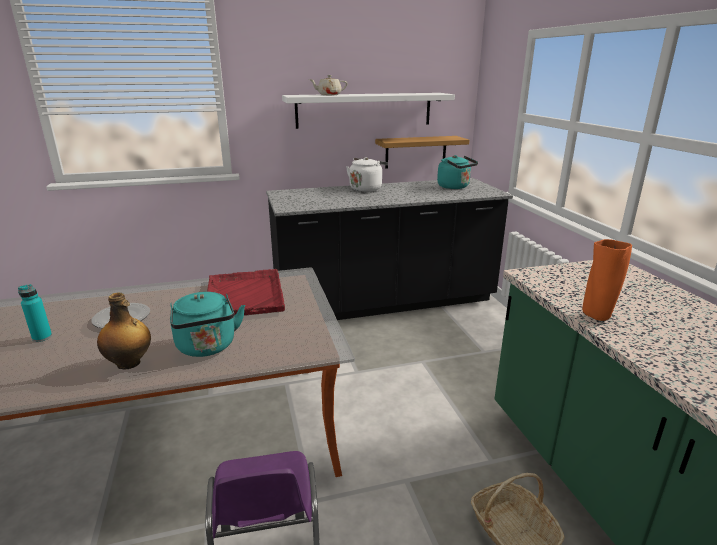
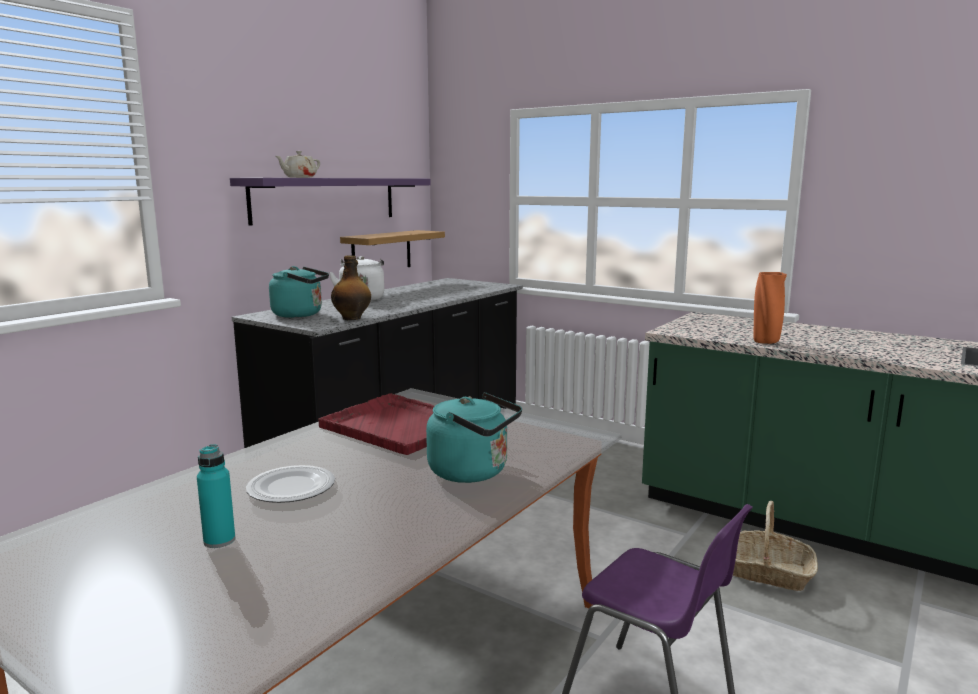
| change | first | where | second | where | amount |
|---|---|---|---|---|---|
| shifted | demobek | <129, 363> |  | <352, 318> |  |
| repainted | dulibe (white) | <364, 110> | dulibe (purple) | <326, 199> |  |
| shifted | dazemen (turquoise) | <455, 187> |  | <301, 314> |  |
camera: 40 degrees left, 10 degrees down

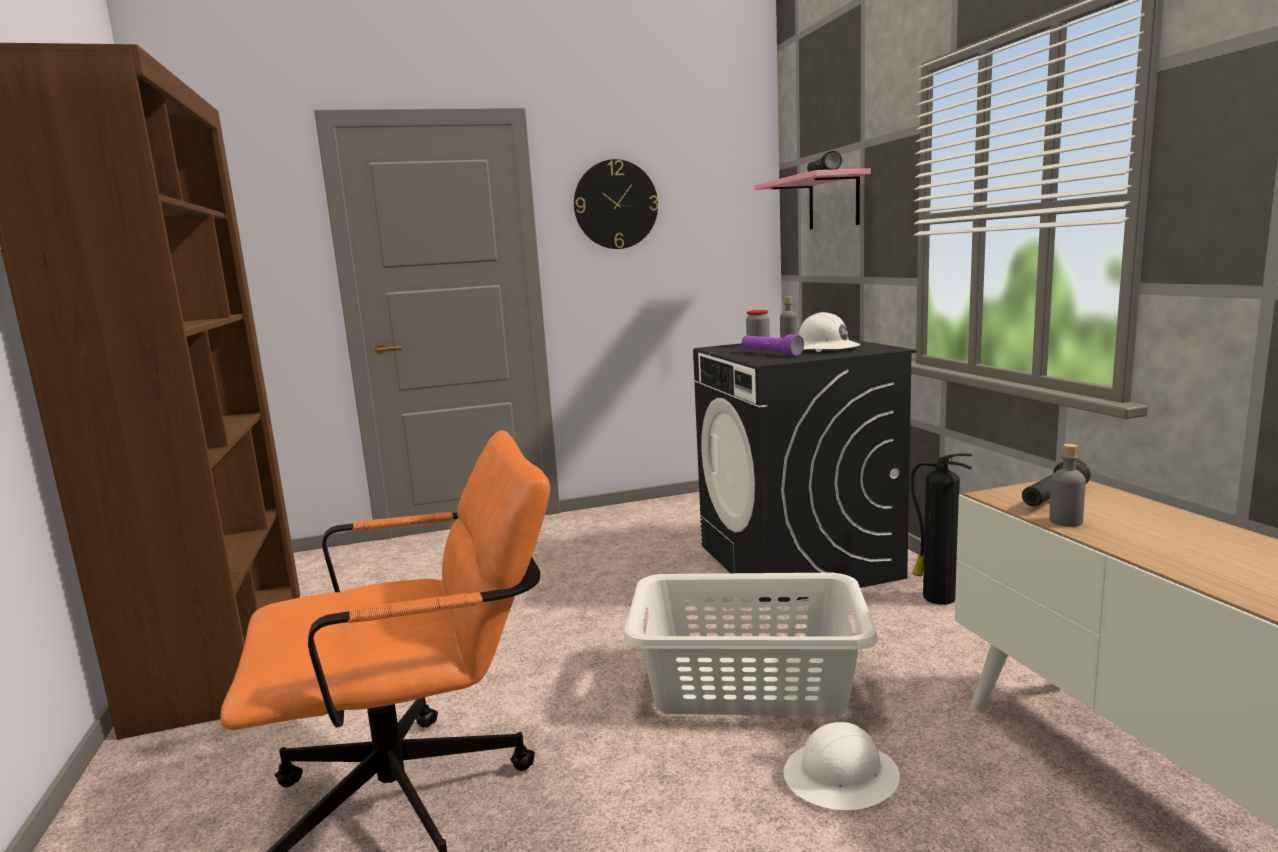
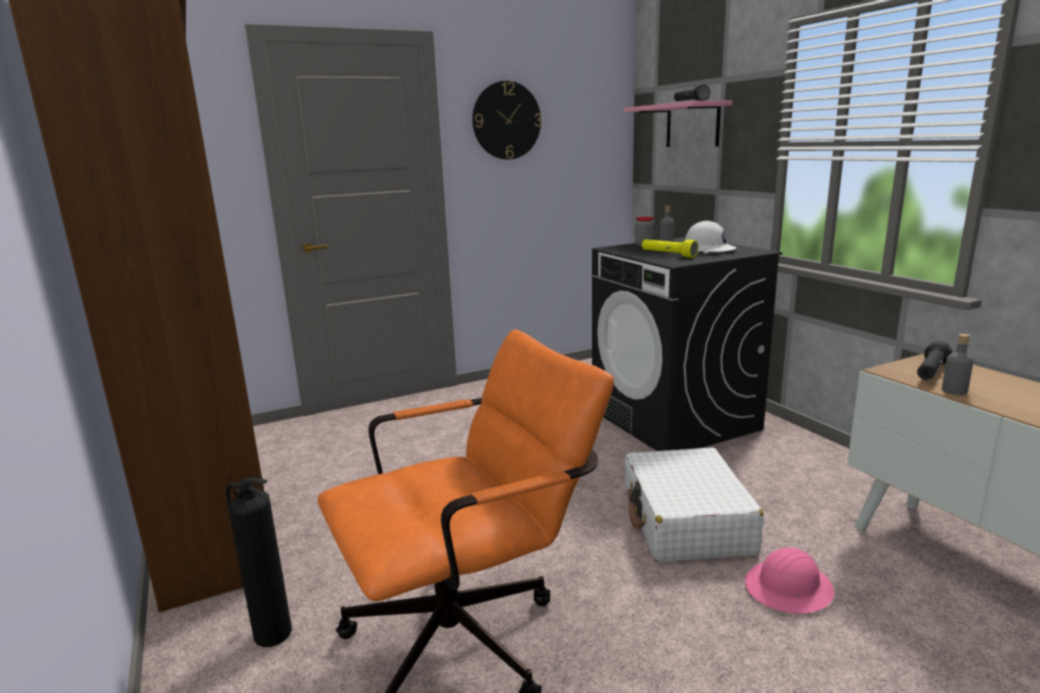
| change | first | where | second | where | amount |
|---|---|---|---|---|---|
| swapped | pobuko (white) | <750, 684> | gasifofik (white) | <686, 521> |  |
| repainted | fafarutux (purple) | <770, 354> | fafarutux (yellow) | <668, 255> |  |
| repainted | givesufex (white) | <841, 777> | givesufex (pink) | <789, 588> |  |
| shifted | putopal | <936, 597> |  | <271, 633> |  |
camera: 10 degrees left, 5 degrees up

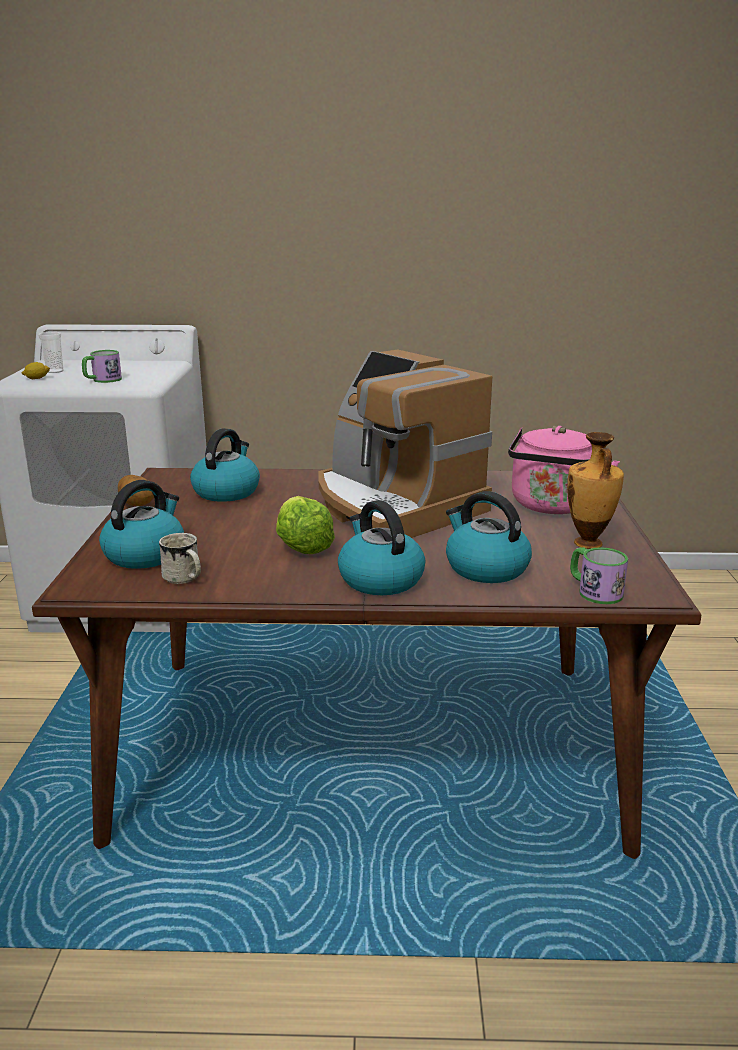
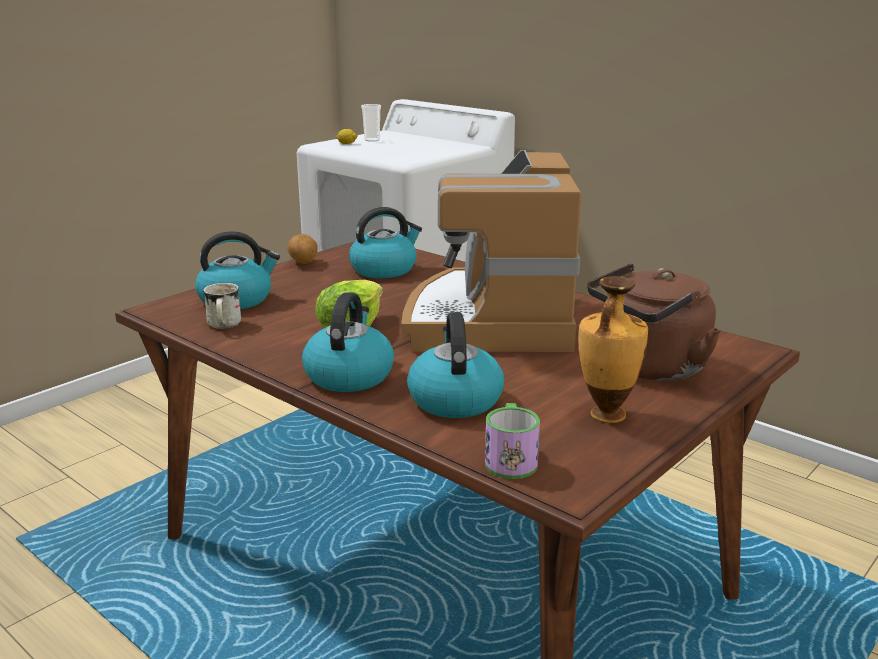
| change | first | where | second | where | amount |
|---|---|---|---|---|---|
| gone | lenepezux | <102, 380> |  |  |  |
| repainted | dazemen (pink) | <552, 507> | dazemen (brown) | <649, 368> |  |
camera: 40 degrees right, 0 degrees up

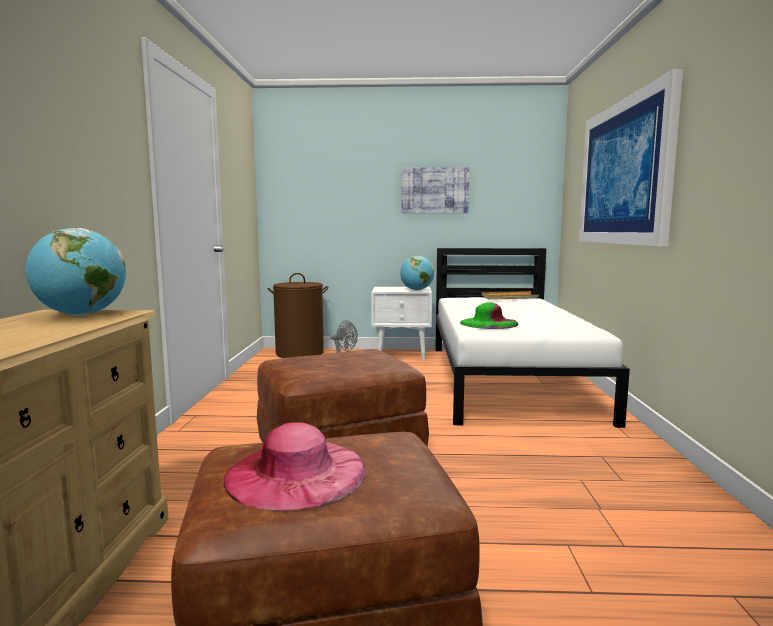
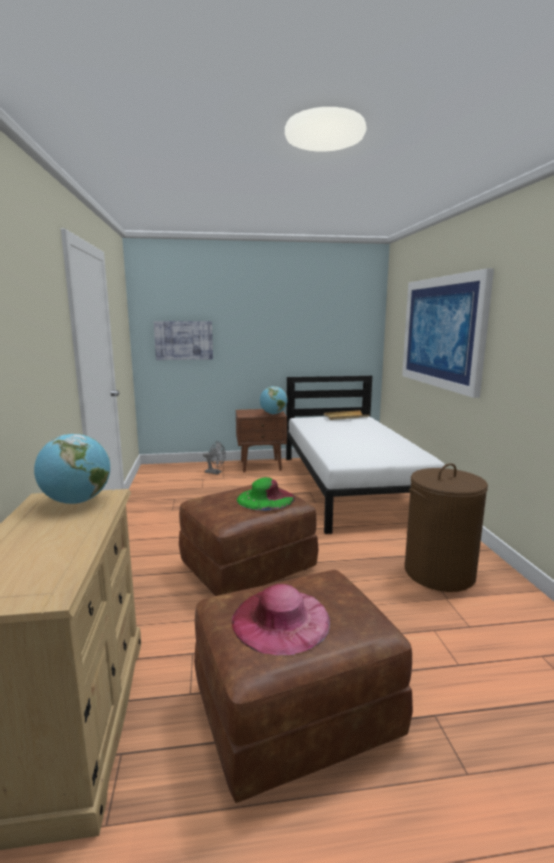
| change | first | where | second | where | amount |
|---|---|---|---|---|---|
| shifted | pobuko (brown) | <300, 353> |  | <439, 572> |  |
| repainted | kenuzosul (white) | <402, 355> | kenuzosul (brown) | <261, 465> |  |
| shifted | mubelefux | <434, 190> |  | <184, 340> |  |
| shifted | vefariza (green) | <488, 323> |  | <265, 498> |  |
camera: 10 degrees left, 5 degrees up

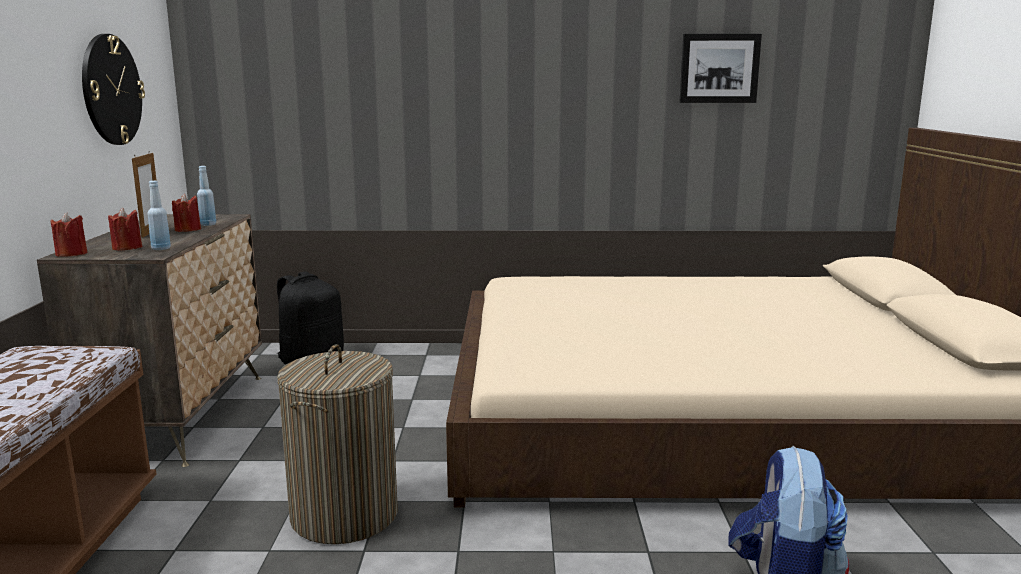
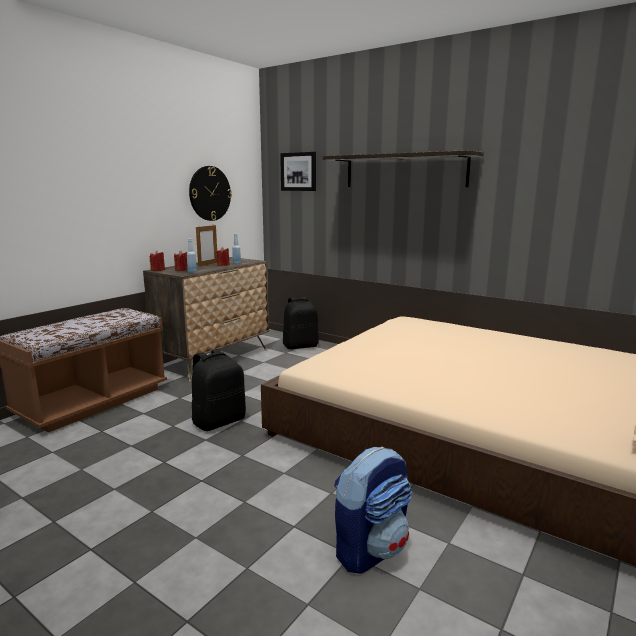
| change | first | where | second | where | amount |
|---|---|---|---|---|---|
| swapped | pobuko | <344, 514> | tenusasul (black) | <219, 421> |  |
| shifted | mubelefux | <719, 68> |  | <298, 171> |  |
| new |  |  | dulibe | <404, 171> |  |
camera: 35 degrees right, 0 degrees up

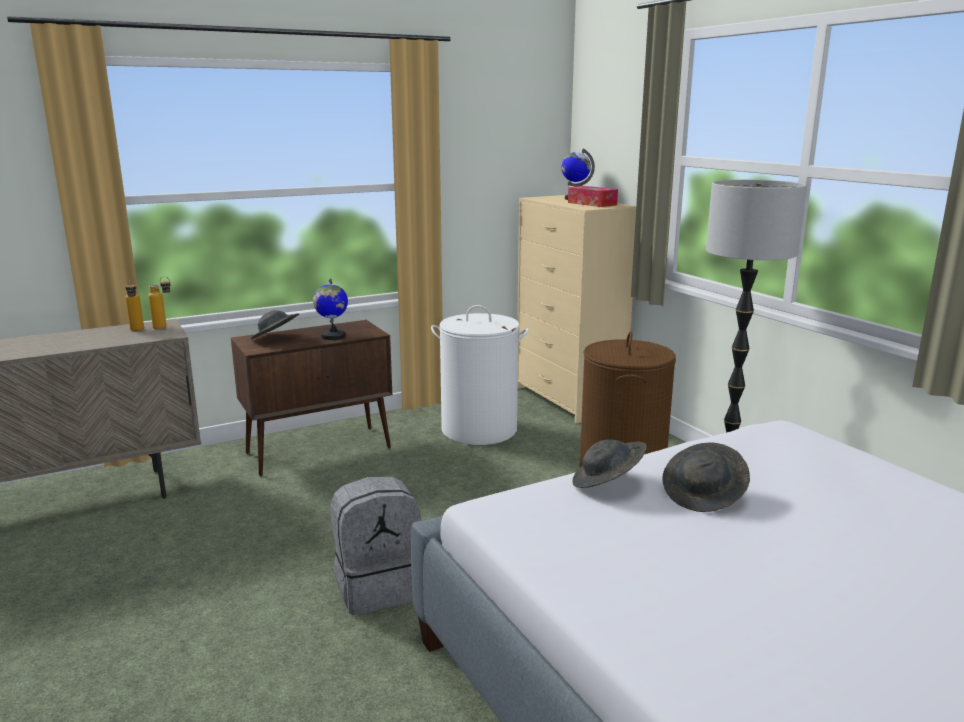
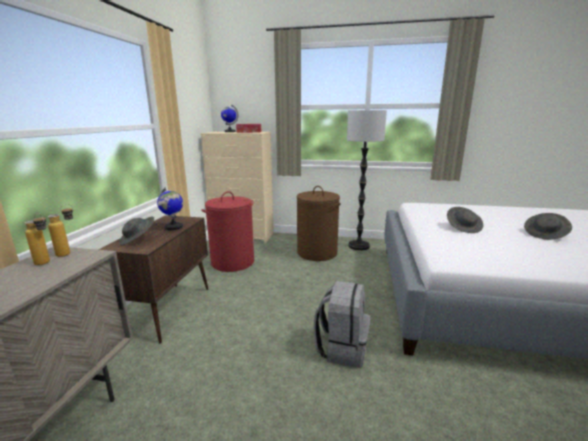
| change | first | where | second | where | amount |
|---|---|---|---|---|---|
| repainted | pobuko (white) | <479, 430> | pobuko (red) | <232, 262> |  |
| shifted | vefariza (grey) | <607, 483> |  | <545, 234> |  |
camera: 50 degrees left, 0 degrees up

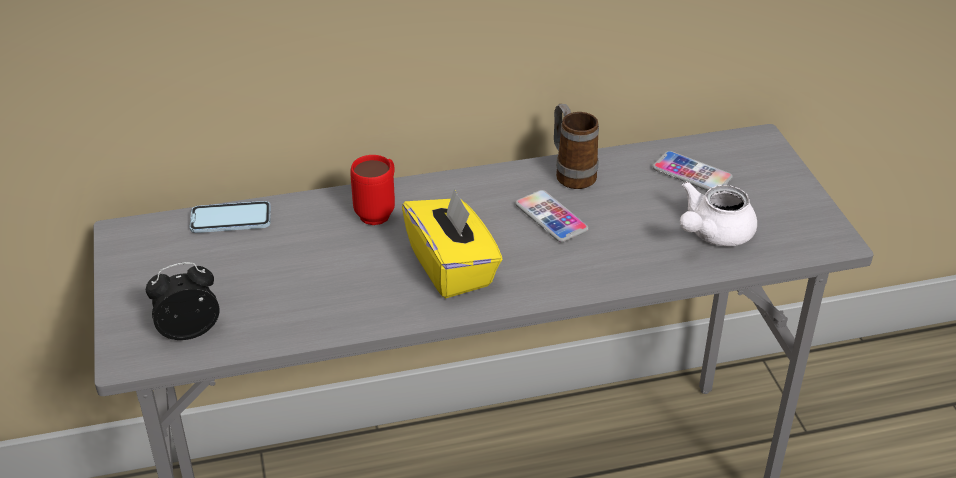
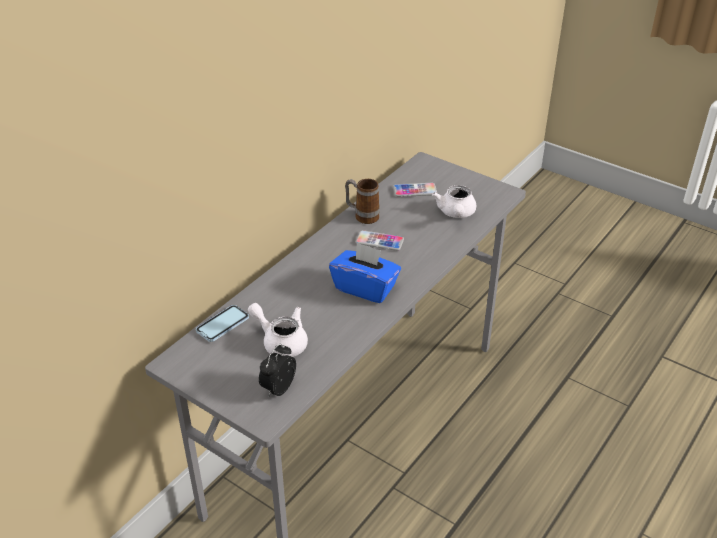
| change | first | where | second | where | amount |
|---|---|---|---|---|---|
| gone | lenepezux (red) | <379, 212> |  |  |  |
| repainted | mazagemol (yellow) | <452, 268> | mazagemol (blue) | <365, 288> |  |
| new |  |  | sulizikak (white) | <281, 341> |  |
camera: 40 degrees left, 0 degrees up

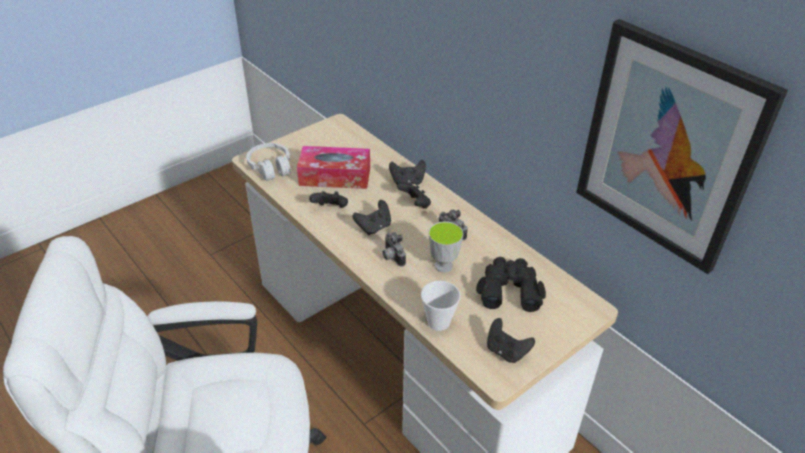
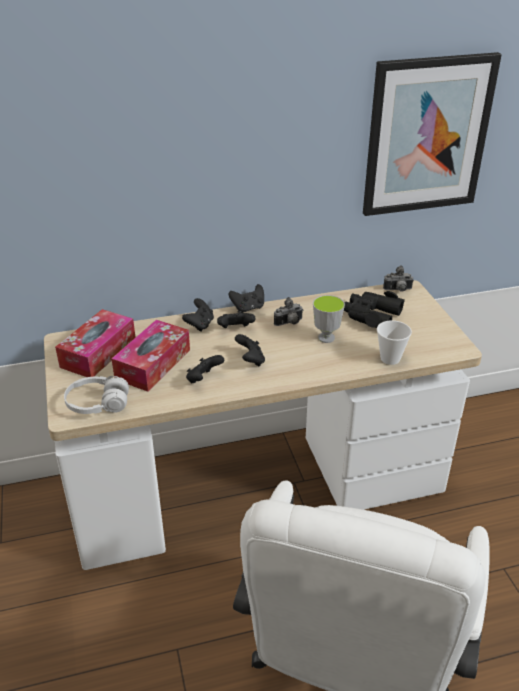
| change | first | where | second | where | amount |
|---|---|---|---|---|---|
| shifted | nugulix | <392, 257> |  | <398, 290> |  |
| shifted | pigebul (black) | <506, 351> |  | <248, 308> |  |
| new |  |  | mazagemol | <98, 352> |  |
camera: 65 degrees left, 5 degrees down

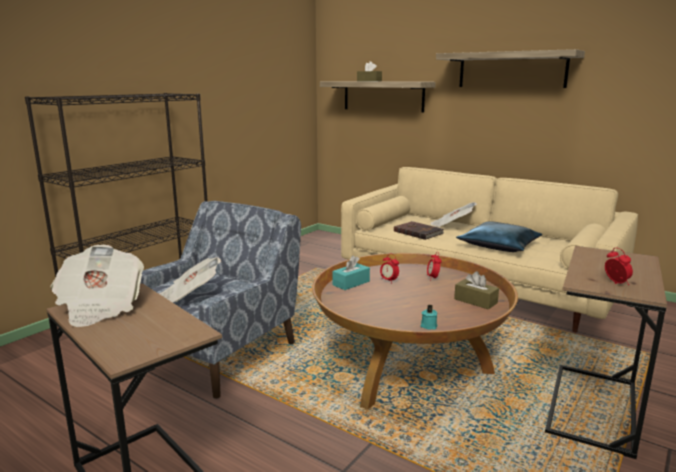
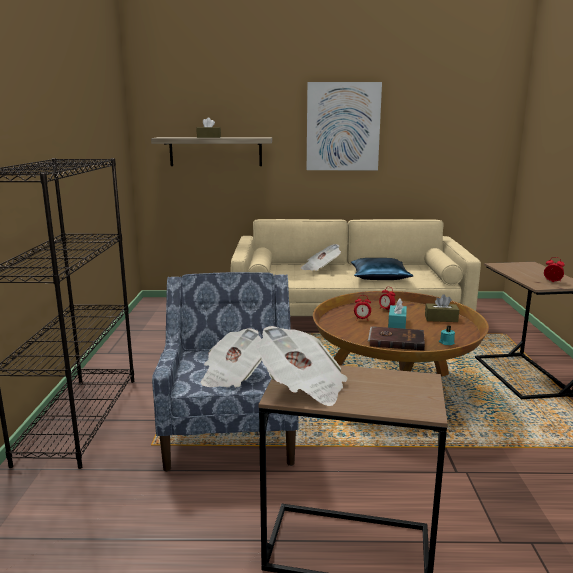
| change | first | where | second | where | amount |
|---|---|---|---|---|---|
| shifted | mazagemol (turquoise) | <351, 283> |  | <397, 323> |  |
| shifted | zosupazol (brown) | <418, 232> |  | <396, 340> |  |
| swapped | dulibe | <511, 70> | mubelefux | <343, 127> |  |
camera: 35 degrees left, 0 degrees up

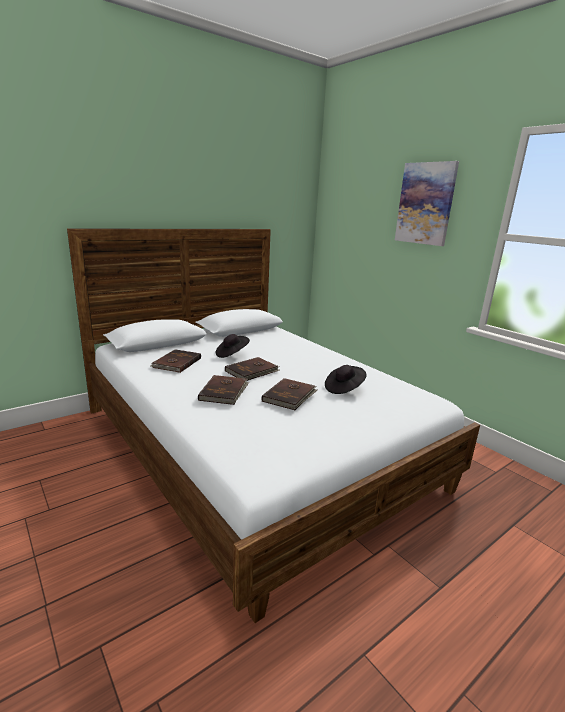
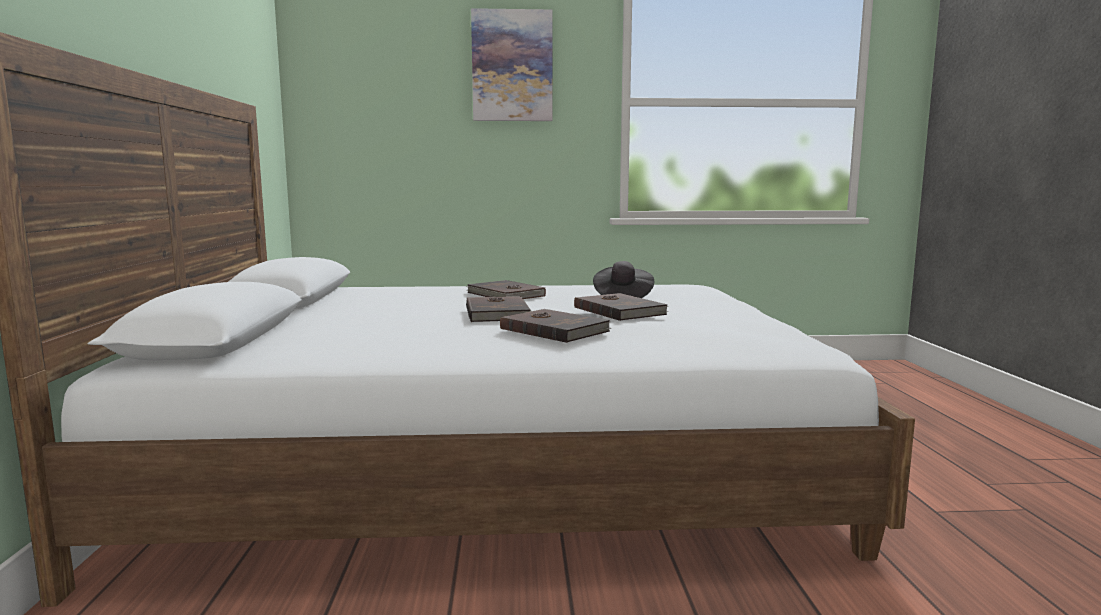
| change | first | where | second | where | amount |
|---|---|---|---|---|---|
| shifted | zosupazol (brown) | <176, 363> |  | <505, 295> |  |
| gone | vefariza (black) | <232, 354> |  |  |  |
camera: 55 degrees left, 10 degrees down

